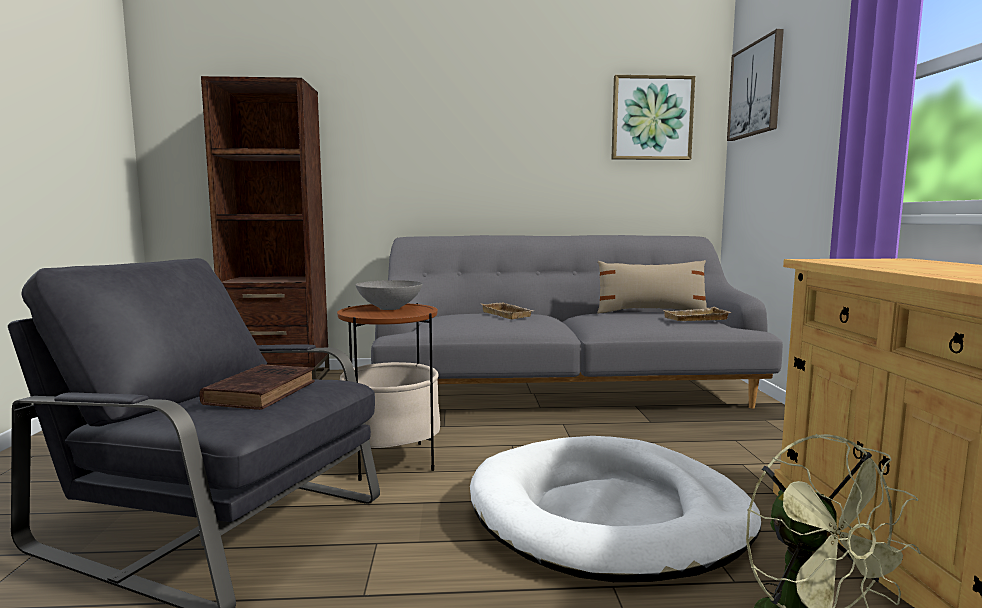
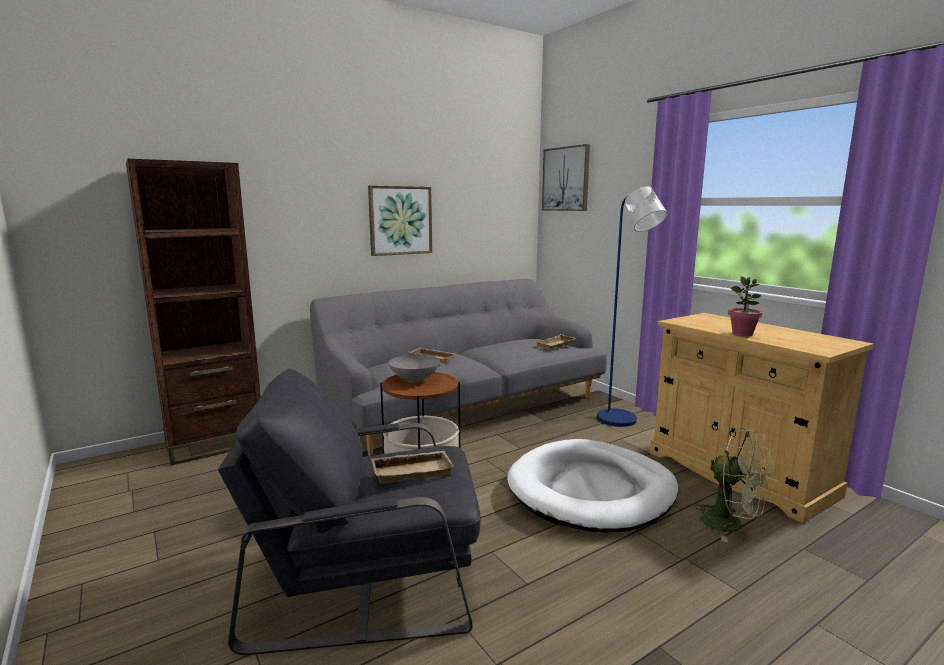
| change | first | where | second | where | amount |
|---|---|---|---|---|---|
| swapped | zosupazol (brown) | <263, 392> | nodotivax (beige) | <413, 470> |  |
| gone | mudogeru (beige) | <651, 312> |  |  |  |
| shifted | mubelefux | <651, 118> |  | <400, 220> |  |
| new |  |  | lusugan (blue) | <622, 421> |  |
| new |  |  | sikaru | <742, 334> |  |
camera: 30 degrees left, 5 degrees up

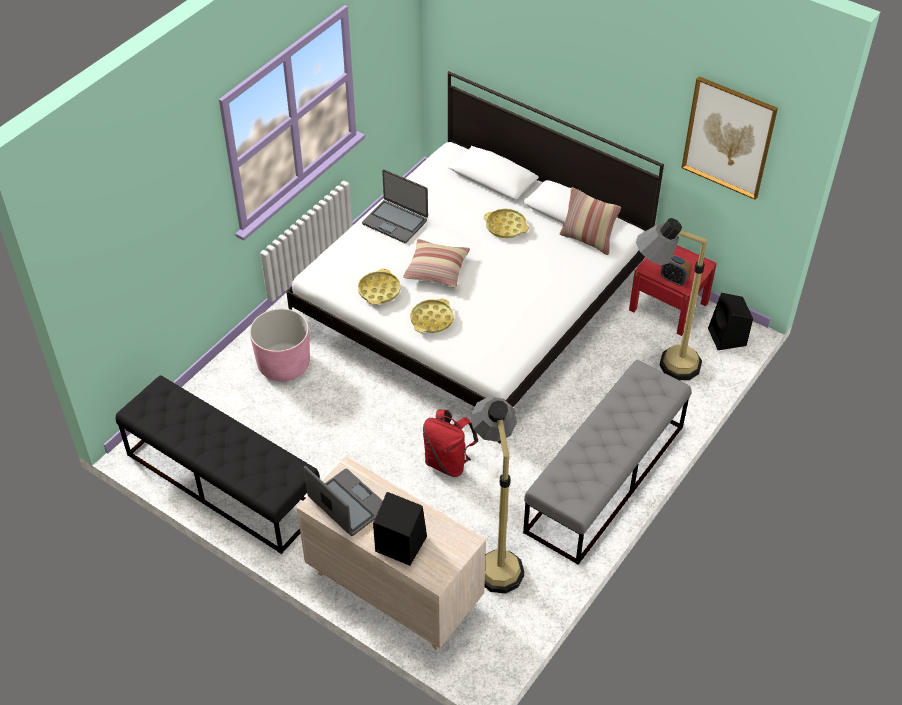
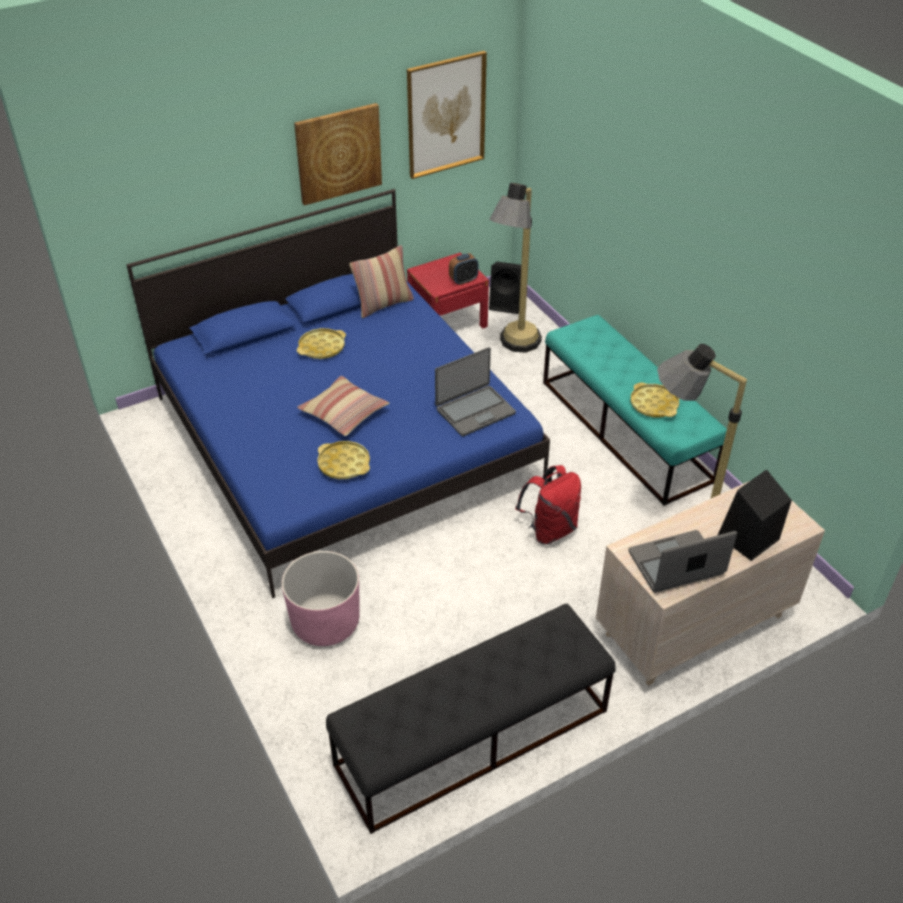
| change | first | where | second | where | amount |
|---|---|---|---|---|---|
| repainted | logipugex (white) | <473, 300> | logipugex (blue) | <344, 439> |  |
| shifted | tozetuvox | <395, 222> |  | <475, 411> |  |
| shifted | nodotivax (yellow) | <432, 319> |  | <654, 404> |  |
| repainted | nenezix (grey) | <605, 479> | nenezix (turquoise) | <626, 430> |  |
| new |  |  | mubelefux | <338, 153> |  |
camera: 65 degrees left, 5 degrees down

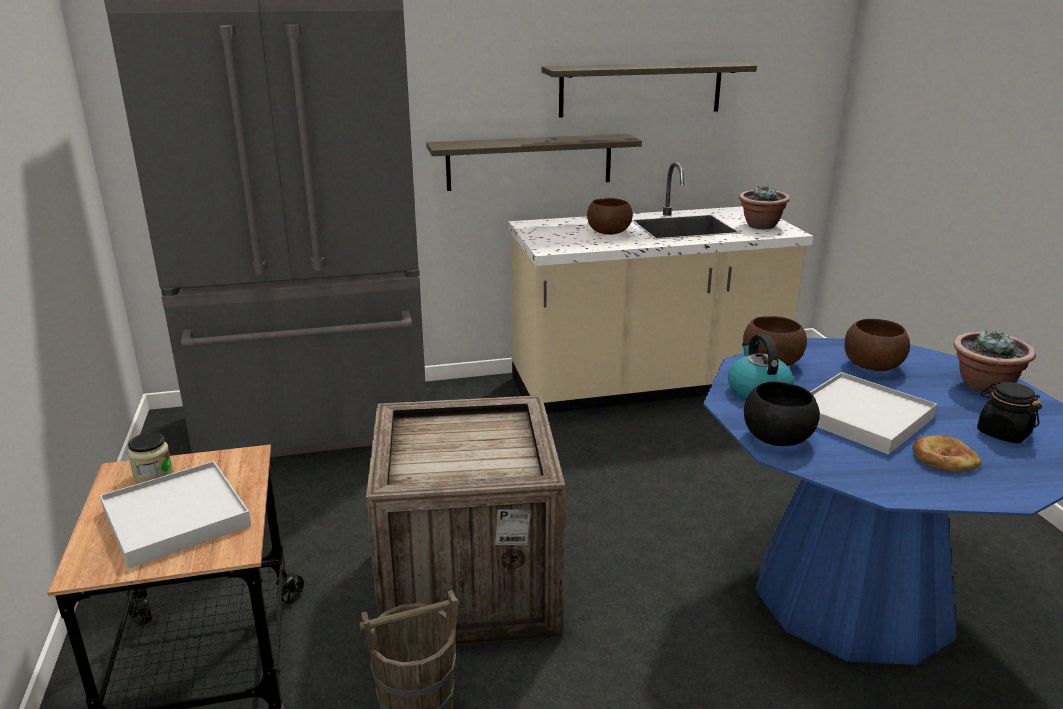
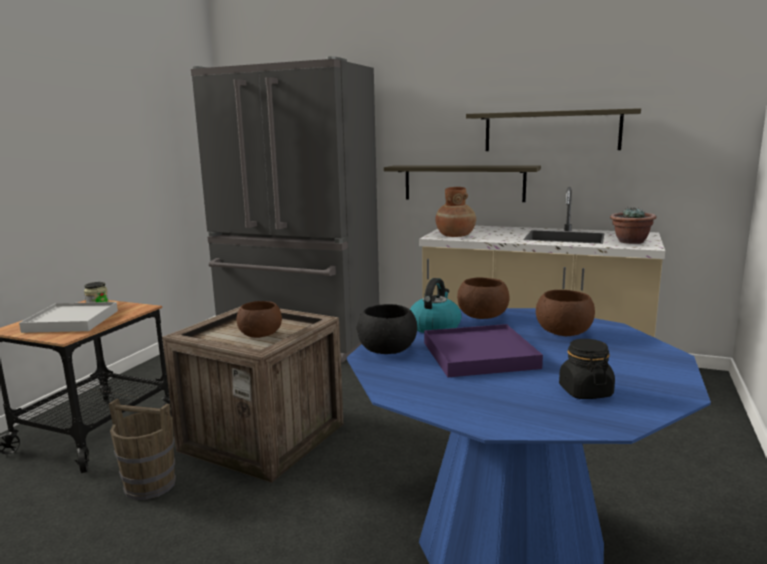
| change | first | where | second | where | amount |
|---|---|---|---|---|---|
| shifted | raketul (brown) | <609, 232> |  | <260, 335> |  |
| repainted | nodotivax (white) | <861, 417> | nodotivax (purple) | <479, 355> |  |
| gone | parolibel | <943, 458> |  |  |  |
| gone | sikaru | <984, 387> |  |  |  |
| new |  |  | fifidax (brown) | <455, 236> |  |
camera: 35 degrees right, 10 degrees down

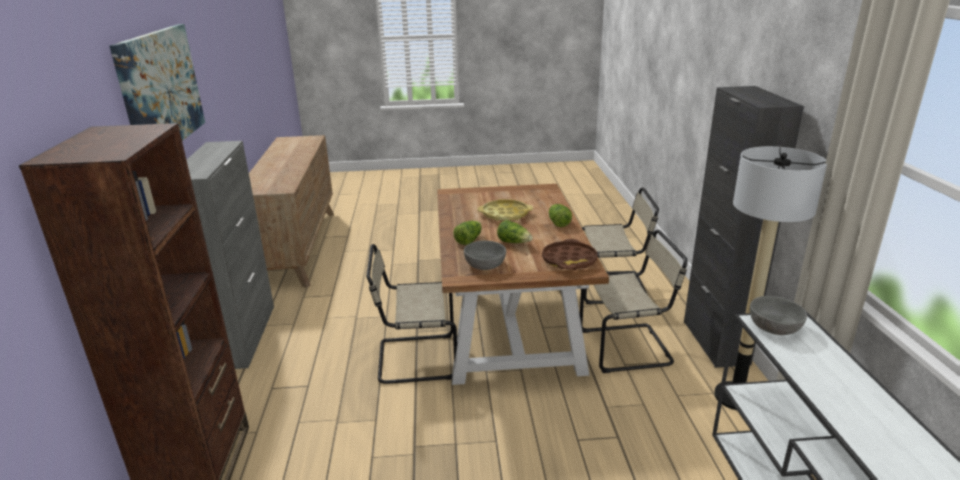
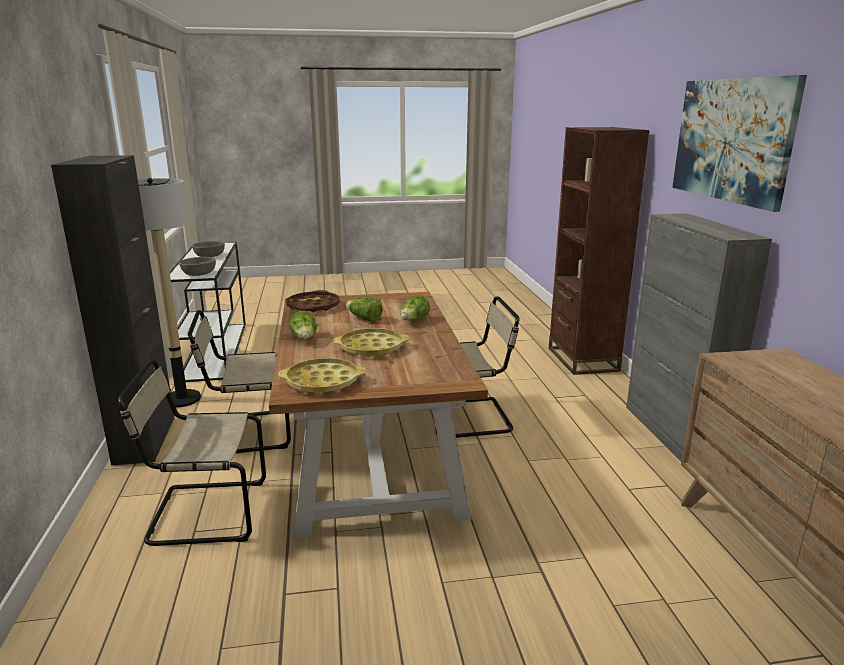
| change | first | where | second | where | amount |
|---|---|---|---|---|---|
| shifted | raketul (grey) | <485, 264> |  | <209, 256> |  |
| new |  |  | nodotivax (yellow) | <322, 382> |  |
camera: 175 degrees right, 5 degrees down

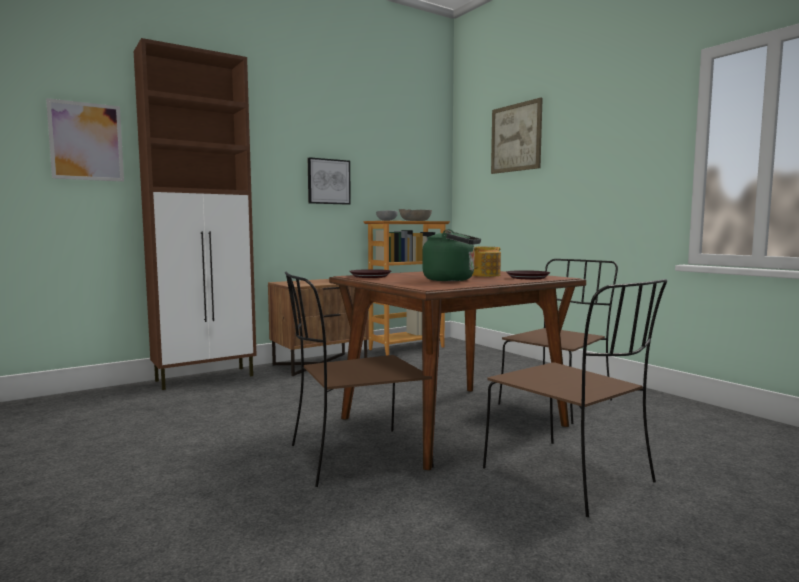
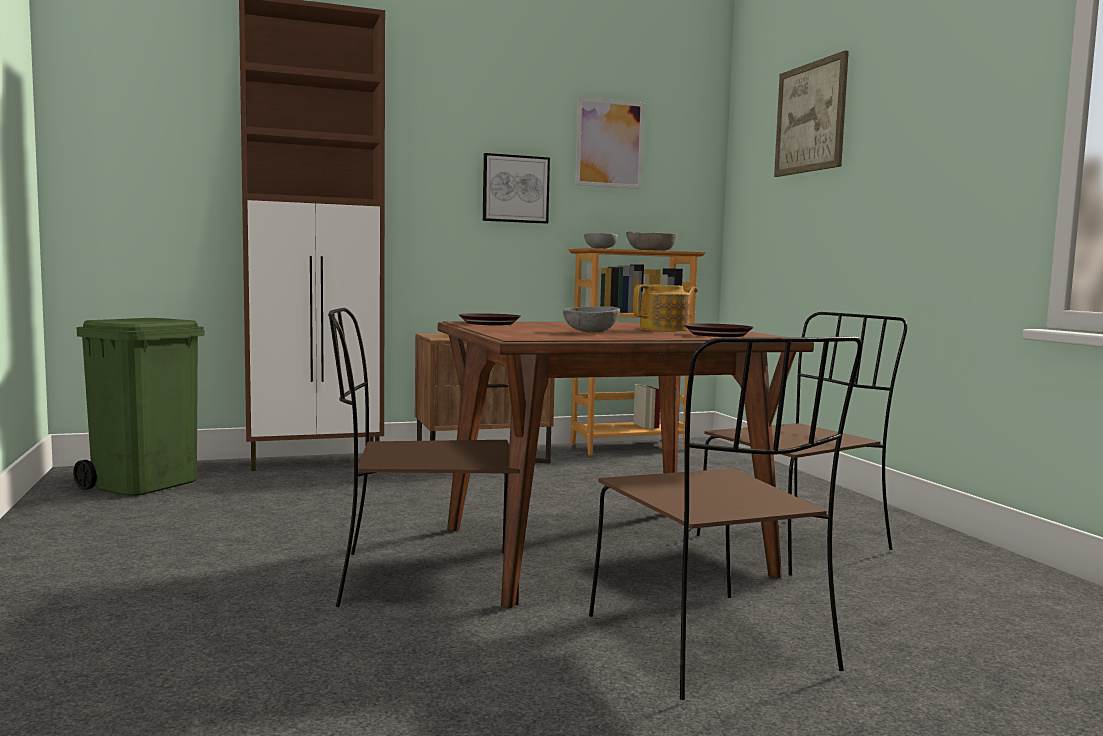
| change | first | where | second | where | amount |
|---|---|---|---|---|---|
| shifted | mubelefux | <86, 141> |  | <609, 143> |  |
| swapped | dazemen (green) | <452, 280> | raketul (grey) | <590, 332> |  |
| new |  |  | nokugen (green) | <146, 484> |  |
camera: 15 degrees right, 0 degrees up

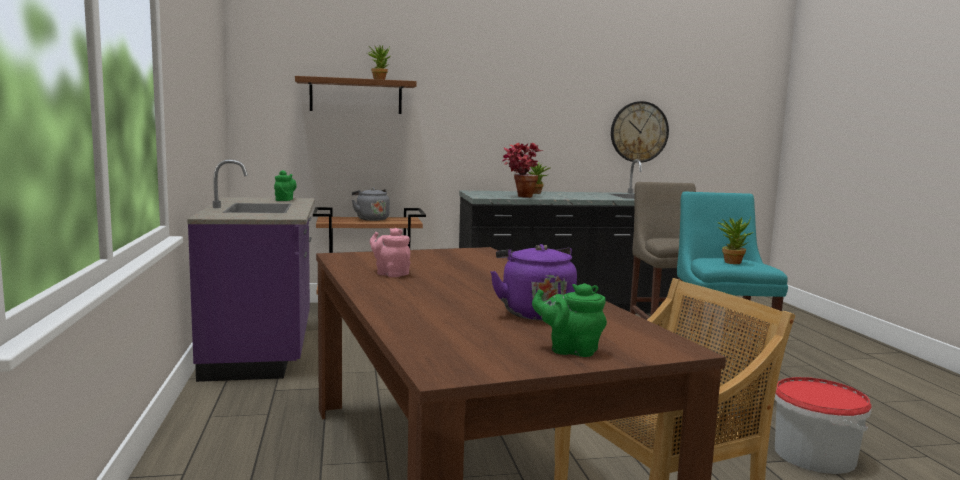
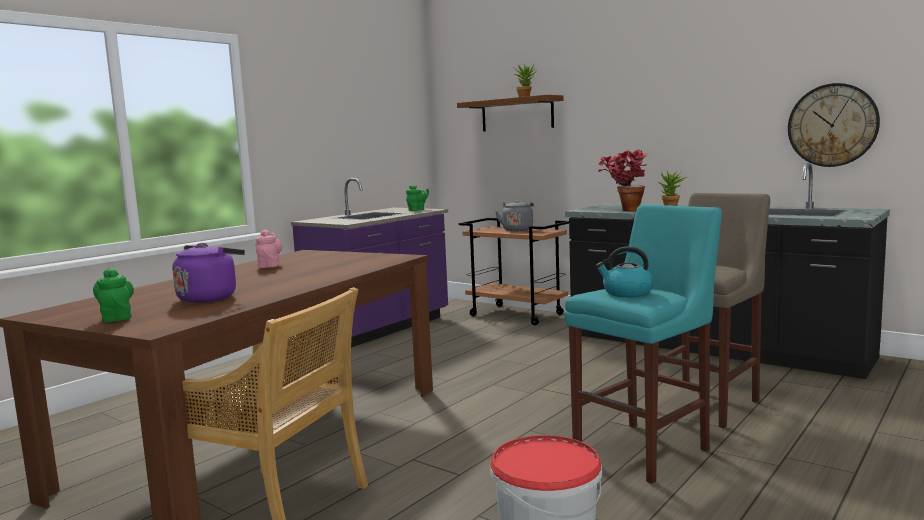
| change | first | where | second | where | amount |
|---|---|---|---|---|---|
| swapped | sikaru | <732, 262> | dazemen | <626, 293> |  |
camera: 50 degrees right, 0 degrees up

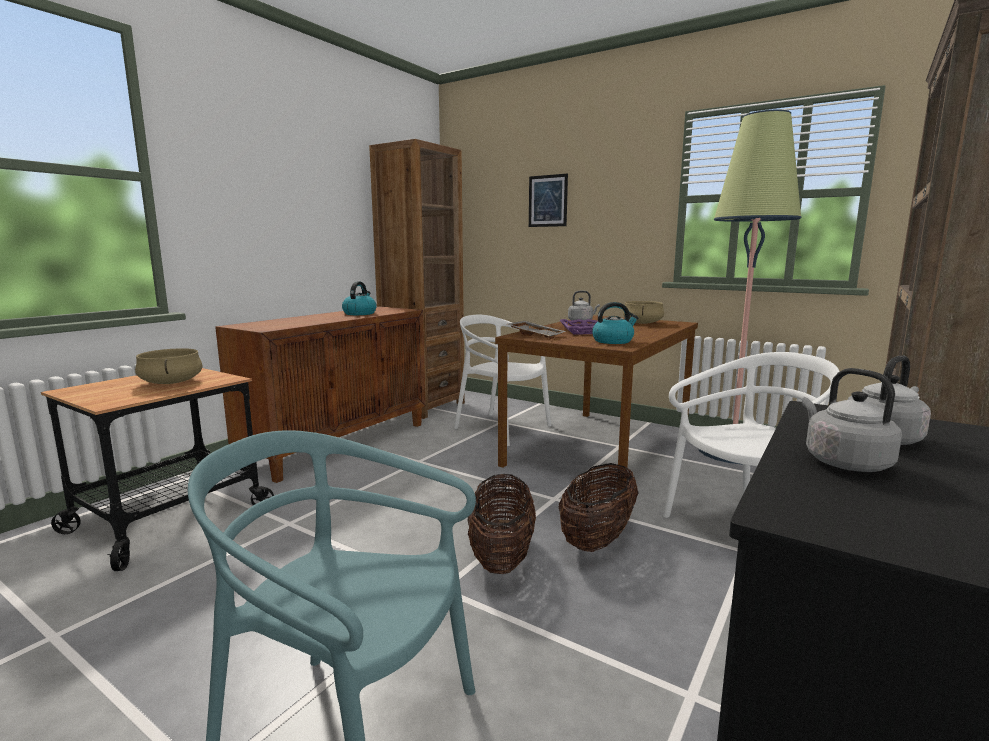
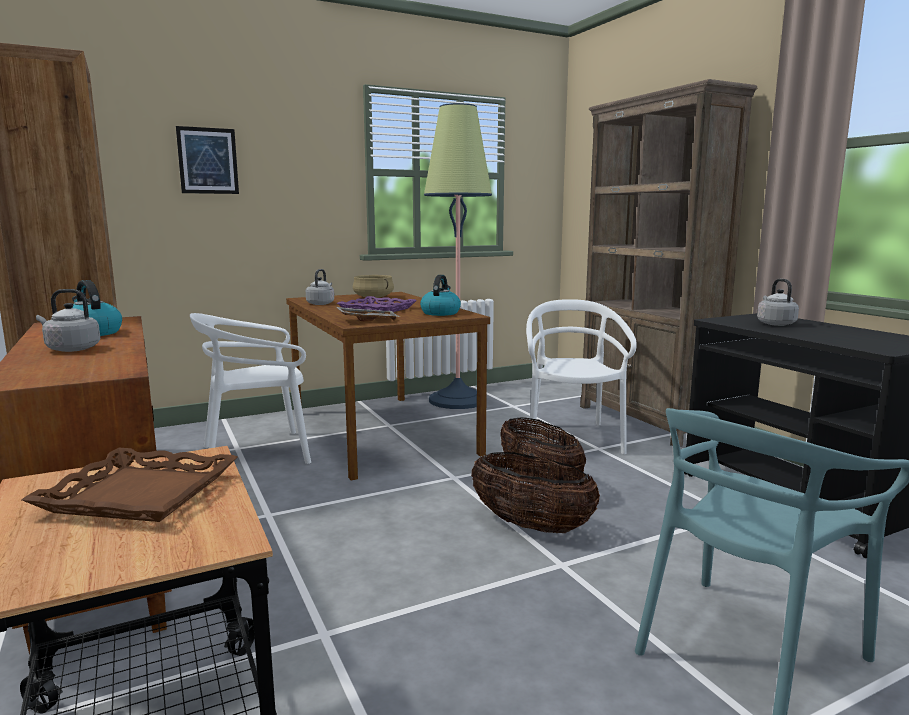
| change | first | where | second | where | amount |
|---|---|---|---|---|---|
| swapped | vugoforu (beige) | <172, 382> | nodotivax (brown) | <141, 493> |  |
| shifted | dazemen (grey) | <843, 462> |  | <71, 349> |  |
camera: 60 degrees left, 0 degrees up

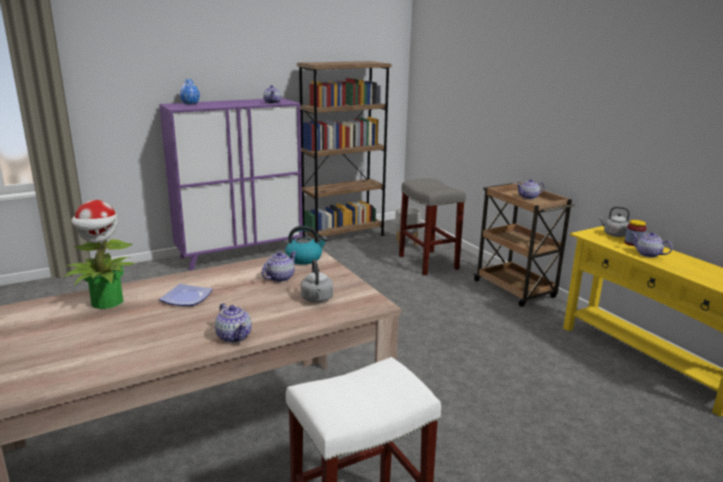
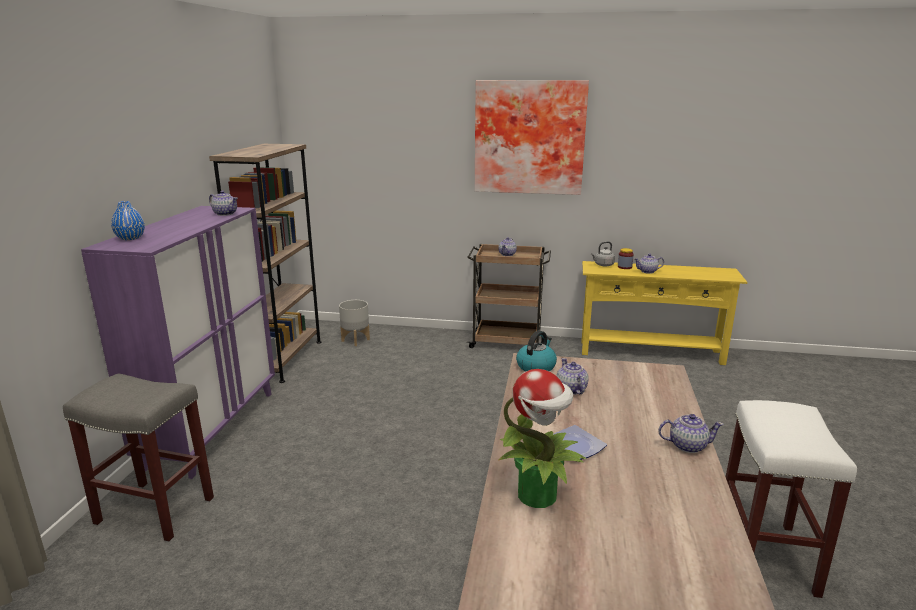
| change | first | where | second | where | amount |
|---|---|---|---|---|---|
| gone | dazemen (grey) | <317, 299> |  |  |  |
| shifted | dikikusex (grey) | <429, 262> |  | <157, 510> |  |
| new |  |  | mubelefux | <529, 137> |  |
camera: 50 degrees left, 0 degrees up

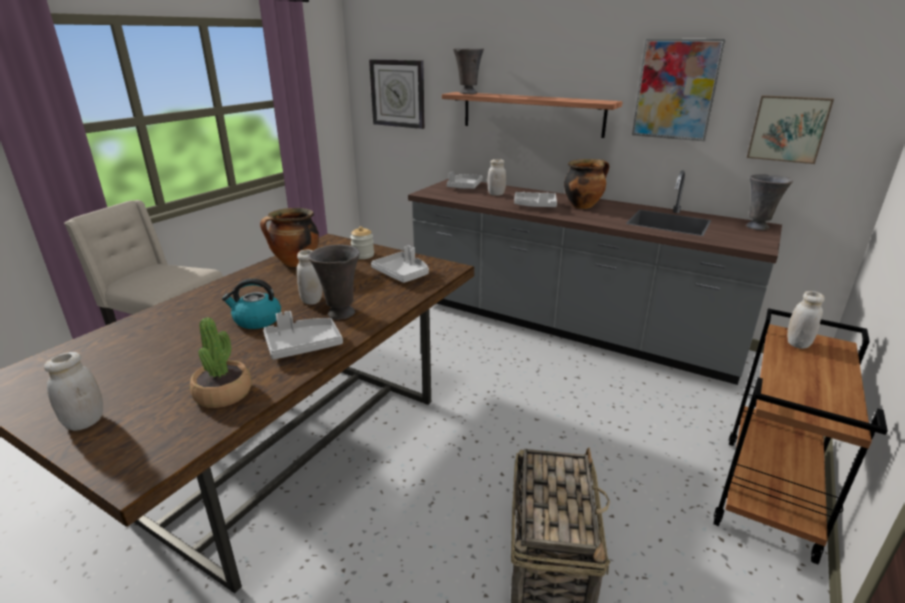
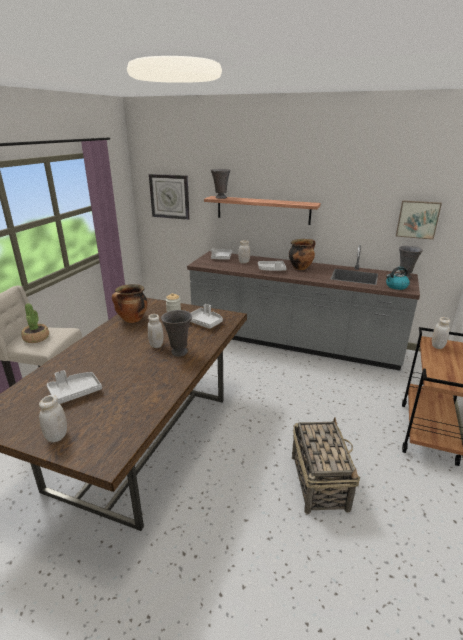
| change | first | where | second | where | amount |
|---|---|---|---|---|---|
| shifted | sikaru | <223, 393> |  | <36, 338> |  |
| shifted | dazemen | <256, 320> |  | <396, 286> |  |
| shifted | nodotivax (grey) | <303, 345> |  | <75, 392> |  |
| gone | mubelefux | <676, 90> |  |  |  |
camera: 10 degrees left, 0 degrees up

